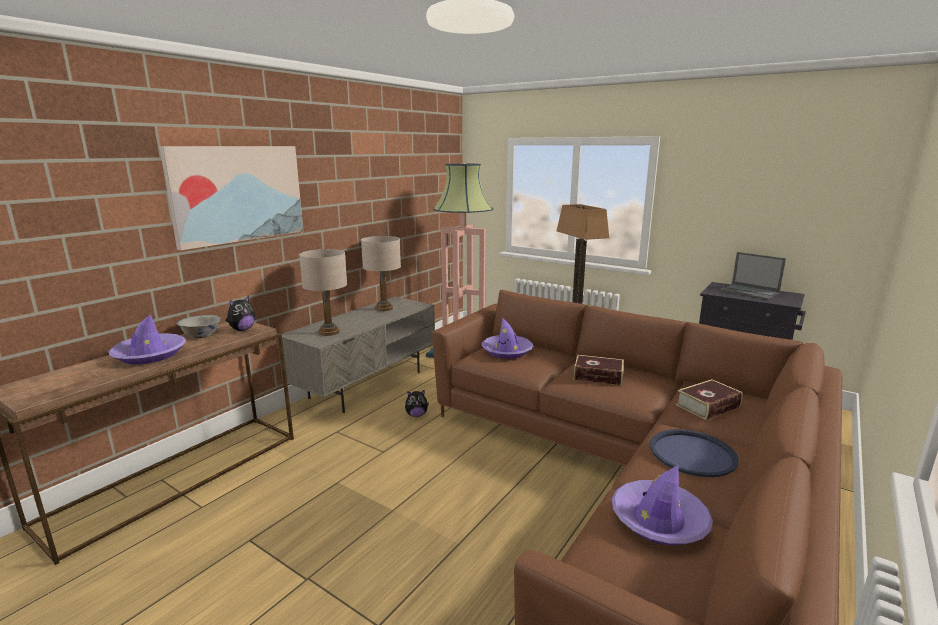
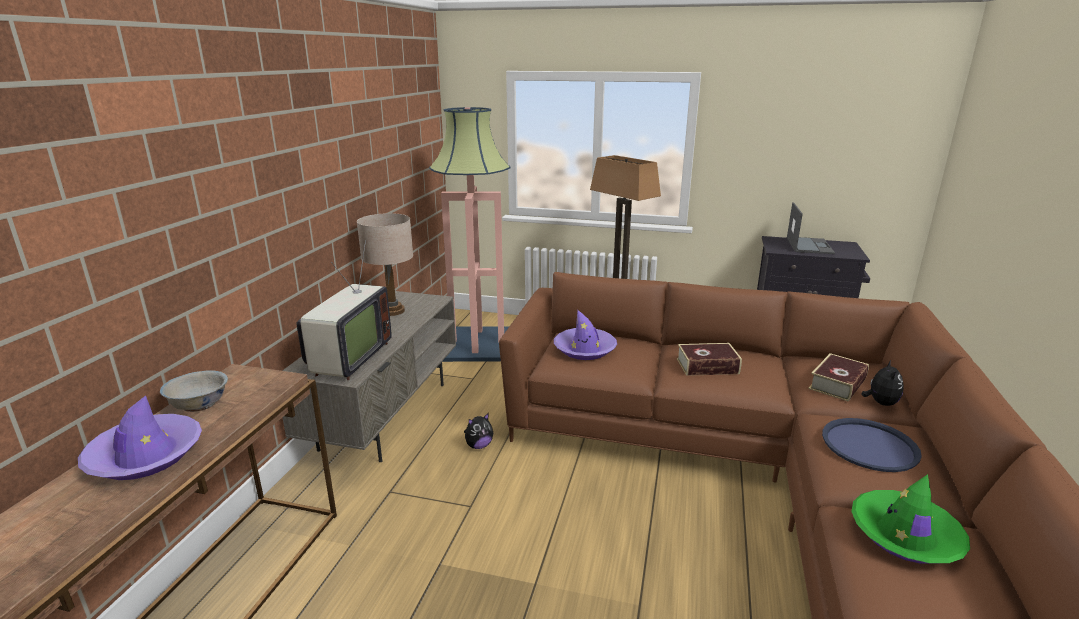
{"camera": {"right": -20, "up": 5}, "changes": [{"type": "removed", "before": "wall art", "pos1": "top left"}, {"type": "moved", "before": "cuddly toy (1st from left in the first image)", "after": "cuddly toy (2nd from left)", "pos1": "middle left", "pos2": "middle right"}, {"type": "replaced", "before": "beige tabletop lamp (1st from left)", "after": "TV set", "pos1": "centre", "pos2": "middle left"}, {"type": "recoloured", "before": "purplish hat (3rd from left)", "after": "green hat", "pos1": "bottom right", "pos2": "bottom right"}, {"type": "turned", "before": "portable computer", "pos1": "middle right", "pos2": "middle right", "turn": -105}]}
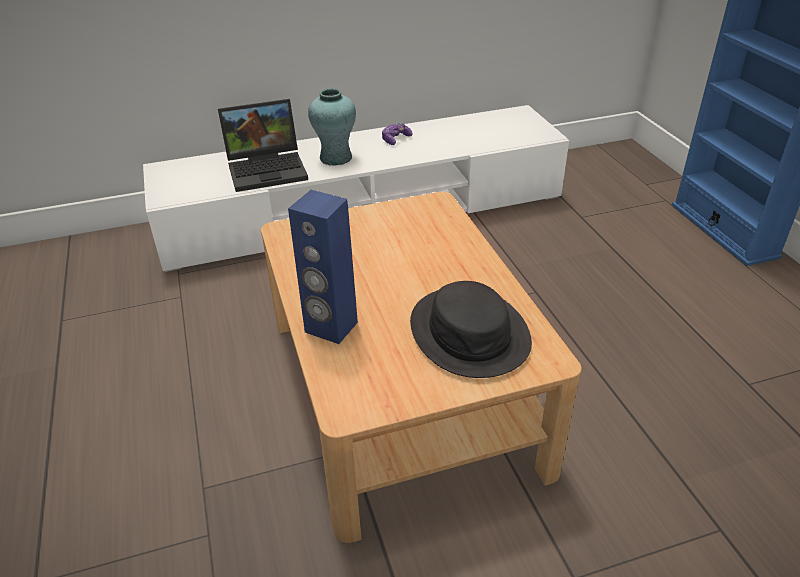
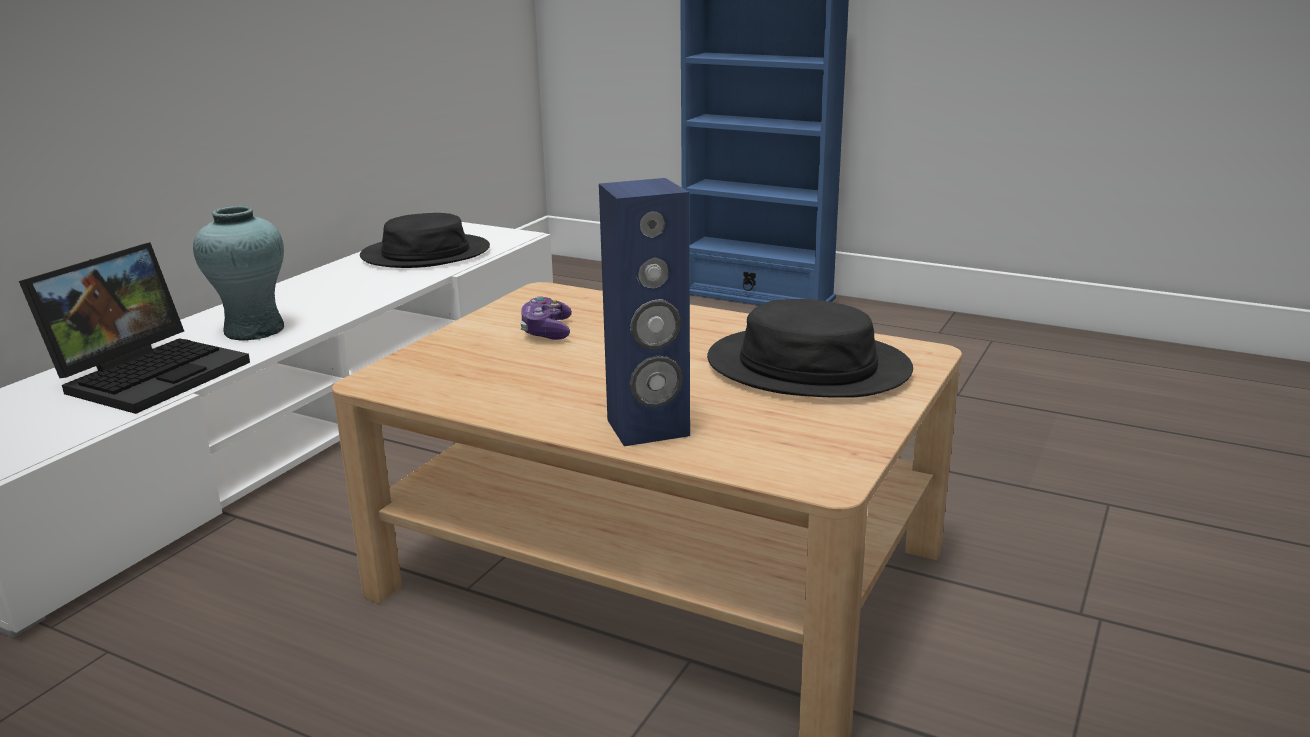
{"camera": {"right": -45, "up": -15}, "changes": [{"type": "moved", "before": "game controller", "pos1": "top centre", "pos2": "centre"}, {"type": "added", "after": "black hat (1st from left)", "pos2": "top left"}]}
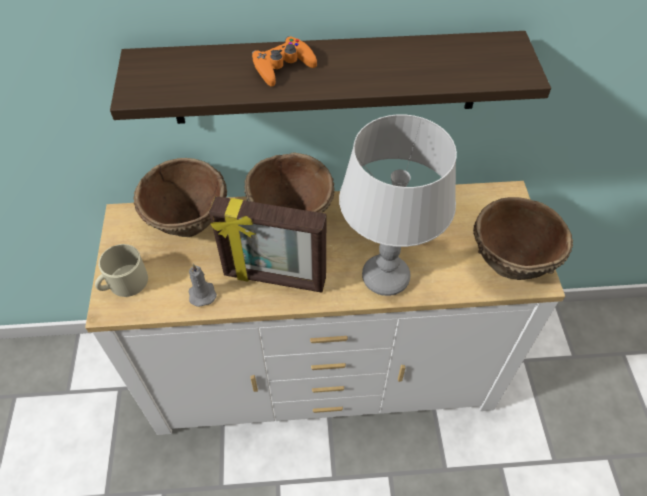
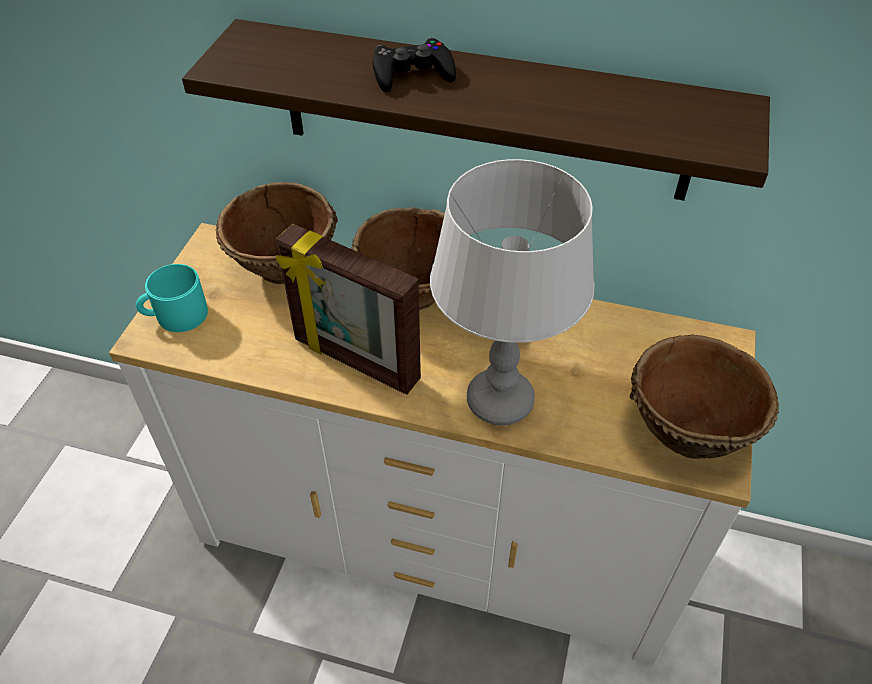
{"camera": {"right": 20, "up": -5}, "changes": [{"type": "recoloured", "before": "beige mug", "after": "turquoise mug", "pos1": "middle left", "pos2": "middle left"}, {"type": "removed", "before": "gray wax light", "pos1": "middle left"}, {"type": "recoloured", "before": "orange game controller", "after": "black game controller", "pos1": "top centre", "pos2": "top centre"}]}
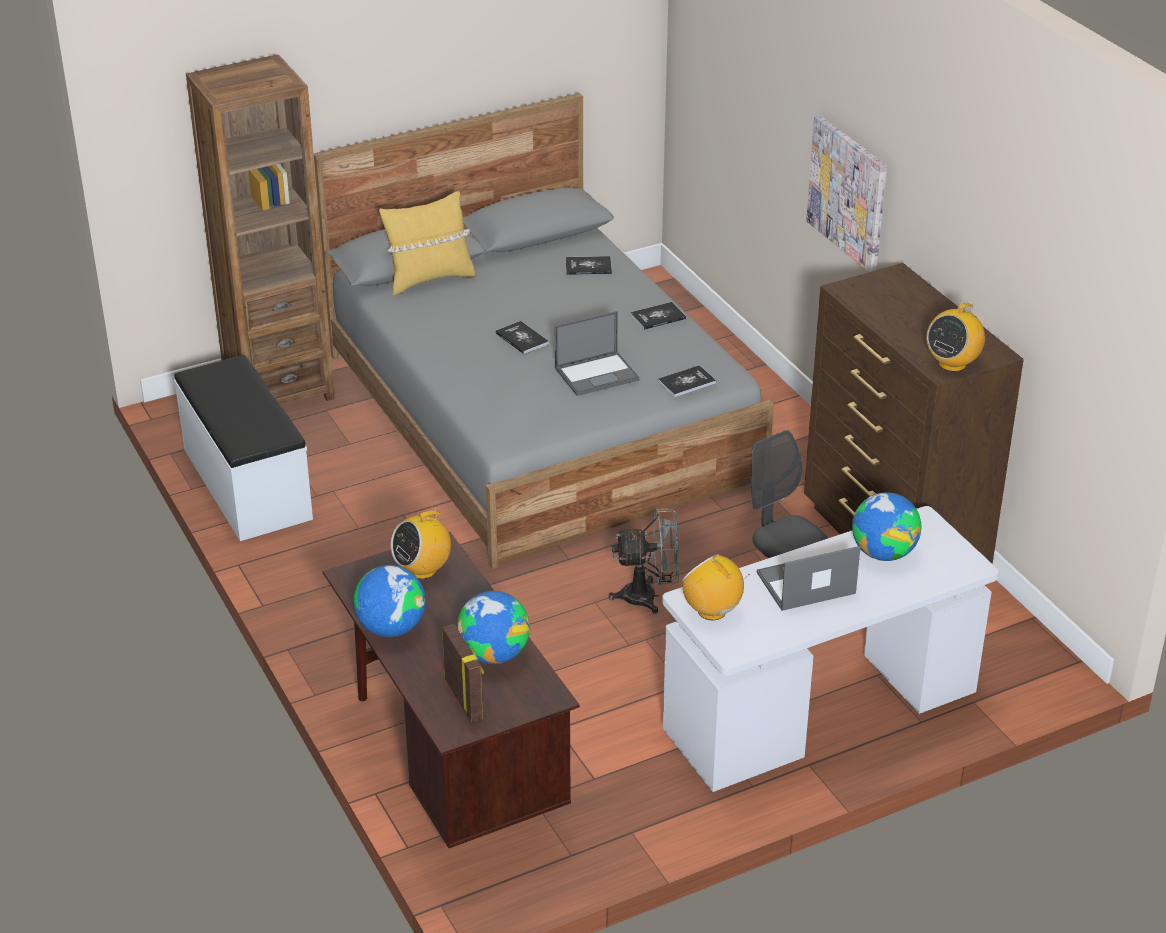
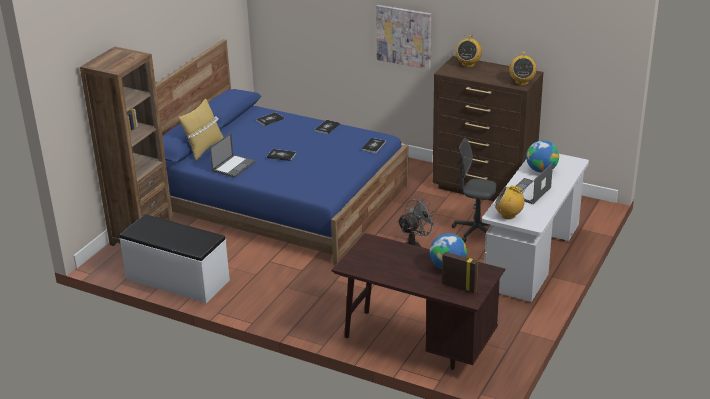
{"camera": {"right": -35, "up": -5}, "changes": [{"type": "recoloured", "before": "gray bedroom bed", "after": "blue-coloured bedroom bed", "pos1": "centre", "pos2": "centre"}, {"type": "removed", "before": "world globe (1st from left)", "pos1": "centre"}, {"type": "moved", "before": "radio set (1st from left)", "pos1": "centre", "pos2": "top centre"}, {"type": "moved", "before": "portable computer (1st from left)", "pos1": "centre", "pos2": "middle left"}]}
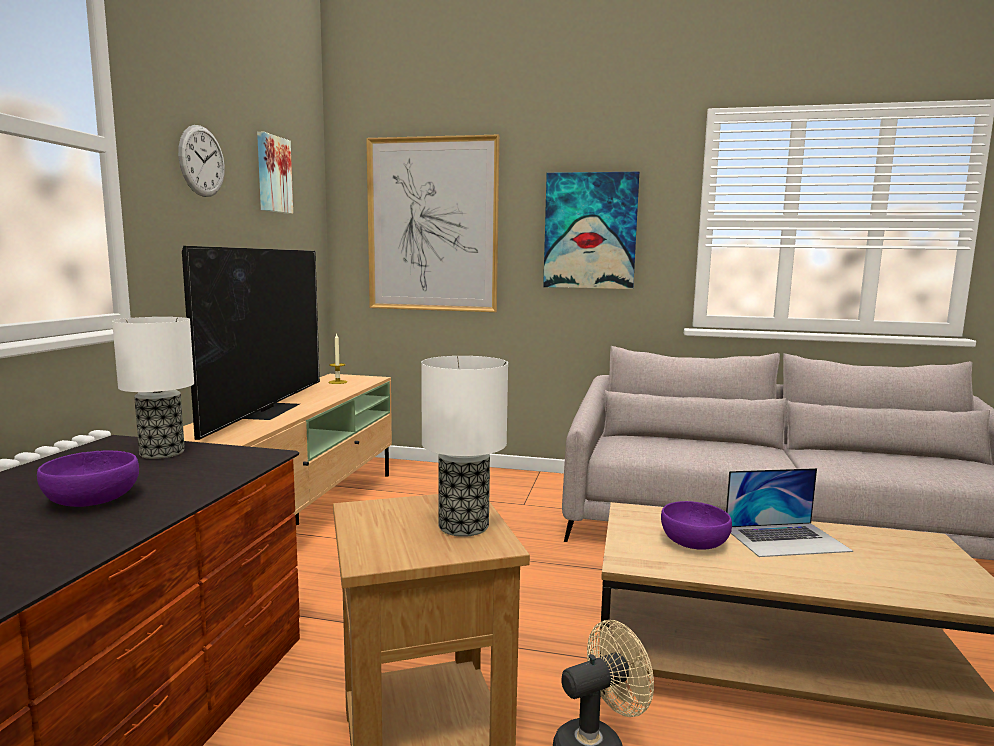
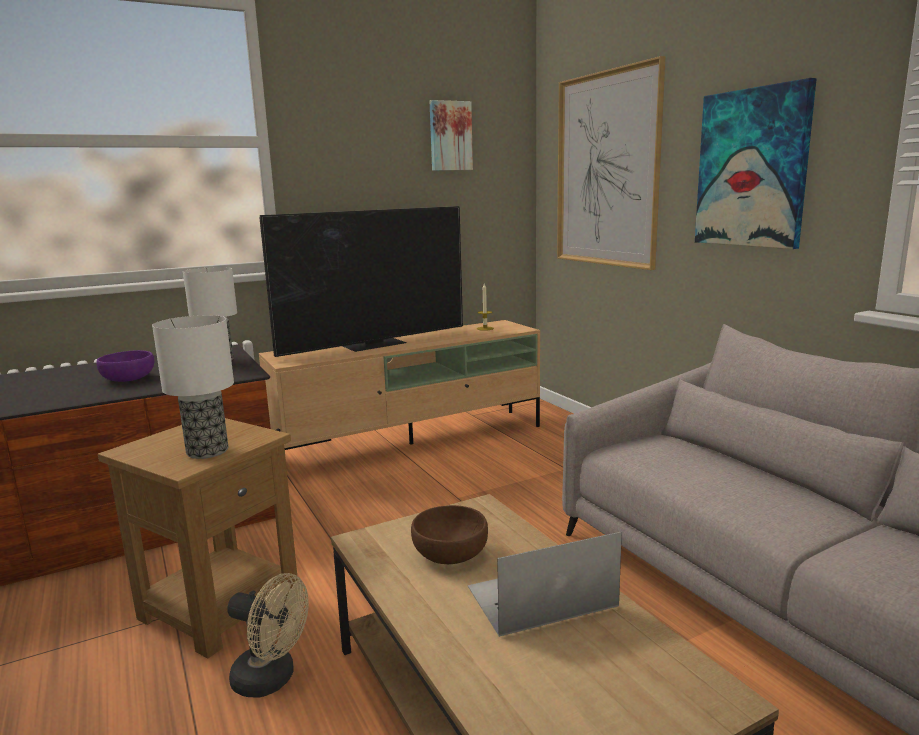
{"camera": {"right": 50, "up": 5}, "changes": [{"type": "removed", "before": "clock on the wall", "pos1": "top left"}, {"type": "recoloured", "before": "purplish serving bowl (2nd from left)", "after": "brownish serving bowl", "pos1": "bottom right", "pos2": "bottom centre"}, {"type": "turned", "before": "portable computer", "pos1": "bottom right", "pos2": "bottom centre", "turn": 120}]}
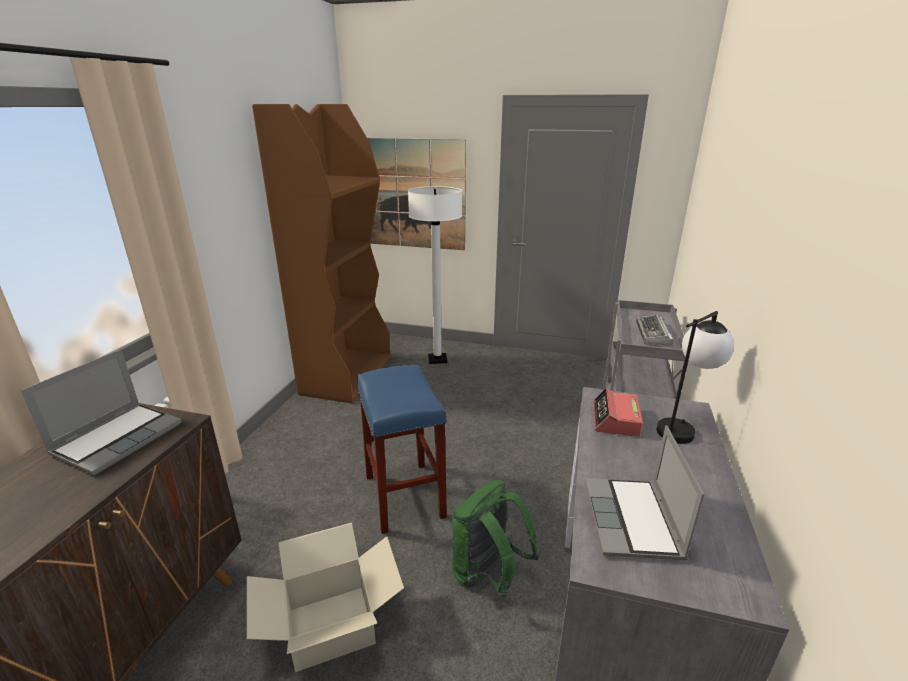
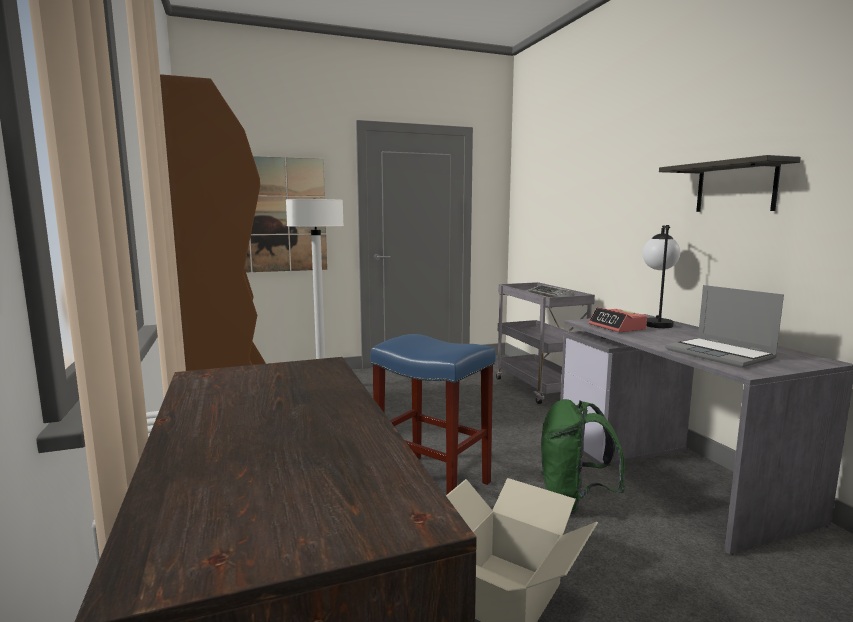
{"camera": {"right": -35, "up": -15}, "changes": [{"type": "removed", "before": "portable computer (1st from left)", "pos1": "middle left"}, {"type": "added", "after": "wall shelf", "pos2": "top right"}]}
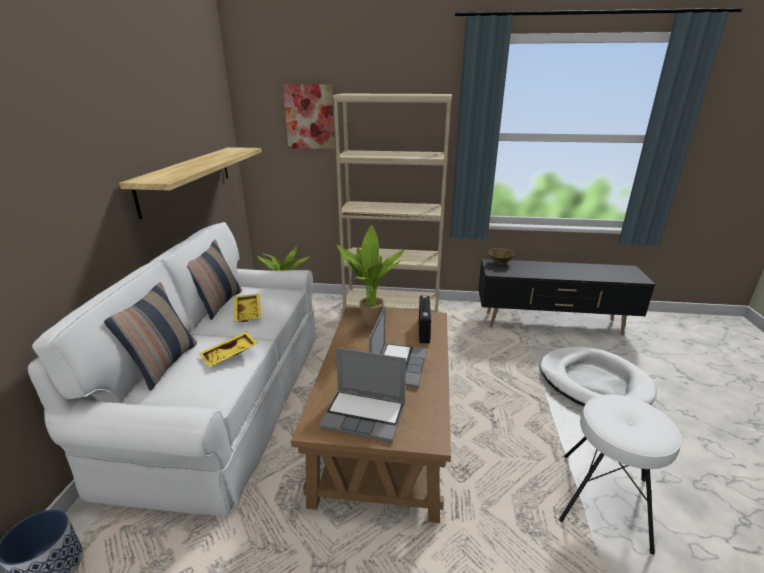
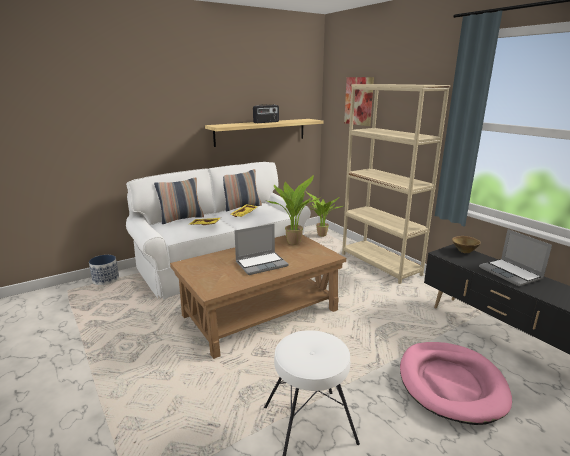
{"camera": {"right": 50, "up": -5}, "changes": [{"type": "moved", "before": "portable computer (1st from left in the first image)", "after": "portable computer (2nd from left)", "pos1": "bottom centre", "pos2": "middle right"}, {"type": "moved", "before": "radio set", "pos1": "centre", "pos2": "top centre"}, {"type": "recoloured", "before": "white-coloured pet bed", "after": "pinkish pet bed", "pos1": "middle right", "pos2": "bottom right"}]}
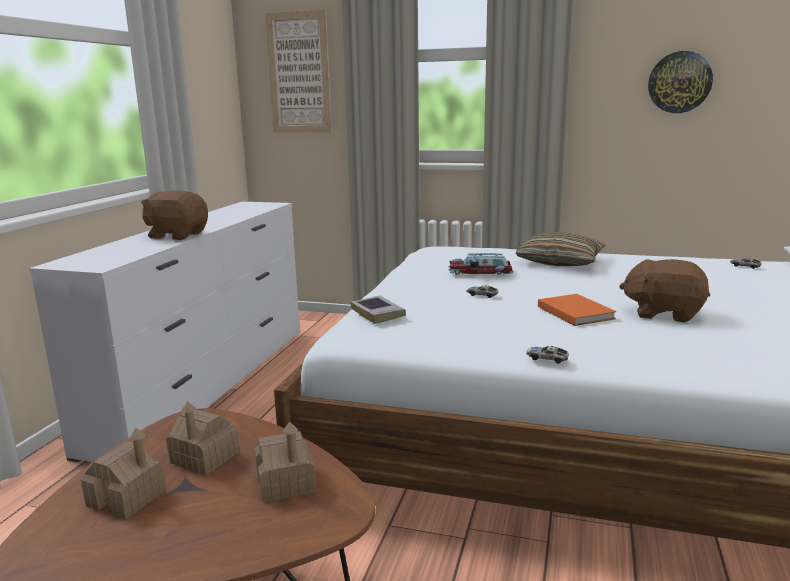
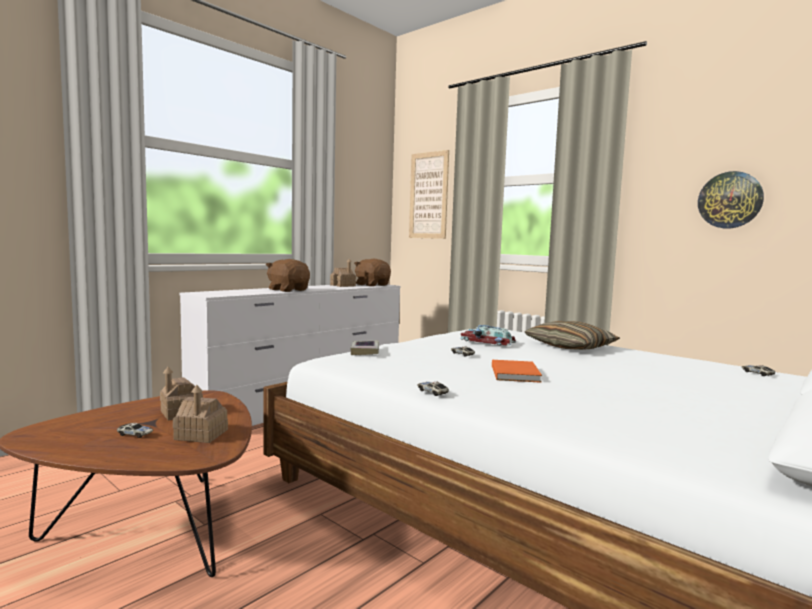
{"camera": {"right": 25, "up": -10}, "changes": [{"type": "moved", "before": "model house (1st from left in the first image)", "after": "model house (3rd from left)", "pos1": "bottom left", "pos2": "centre"}, {"type": "moved", "before": "brownish cuddly toy (2nd from left)", "pos1": "middle right", "pos2": "centre"}, {"type": "added", "after": "miniature car (1st from left)", "pos2": "bottom left"}]}
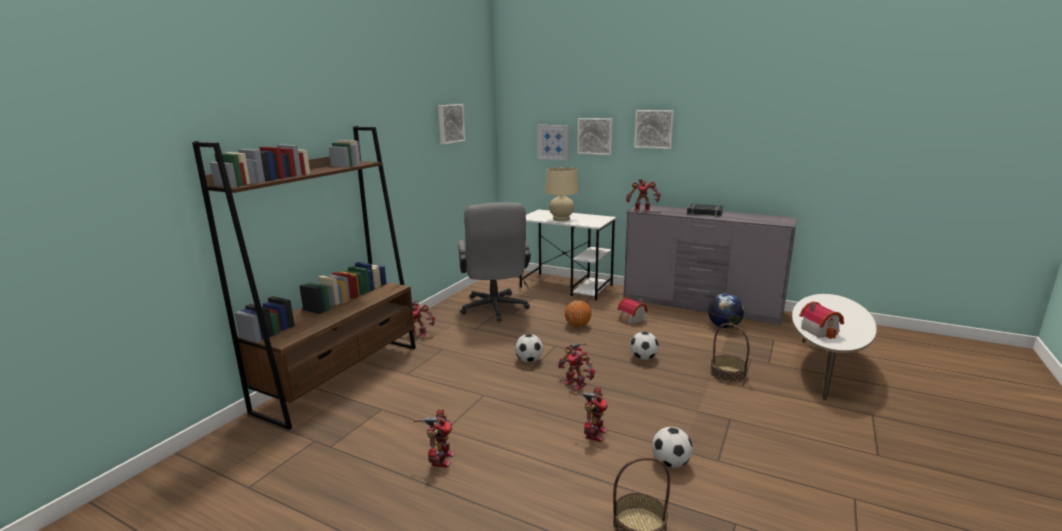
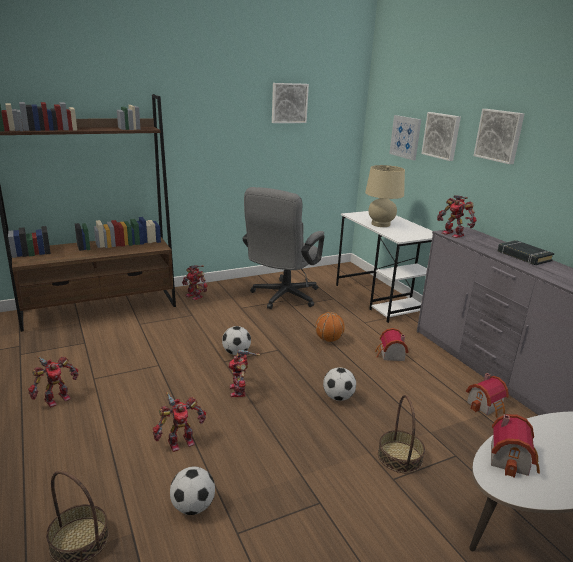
{"camera": {"right": 35, "up": 5}, "changes": [{"type": "replaced", "before": "world globe", "after": "model house (2nd from left)", "pos1": "middle right", "pos2": "bottom right"}]}
